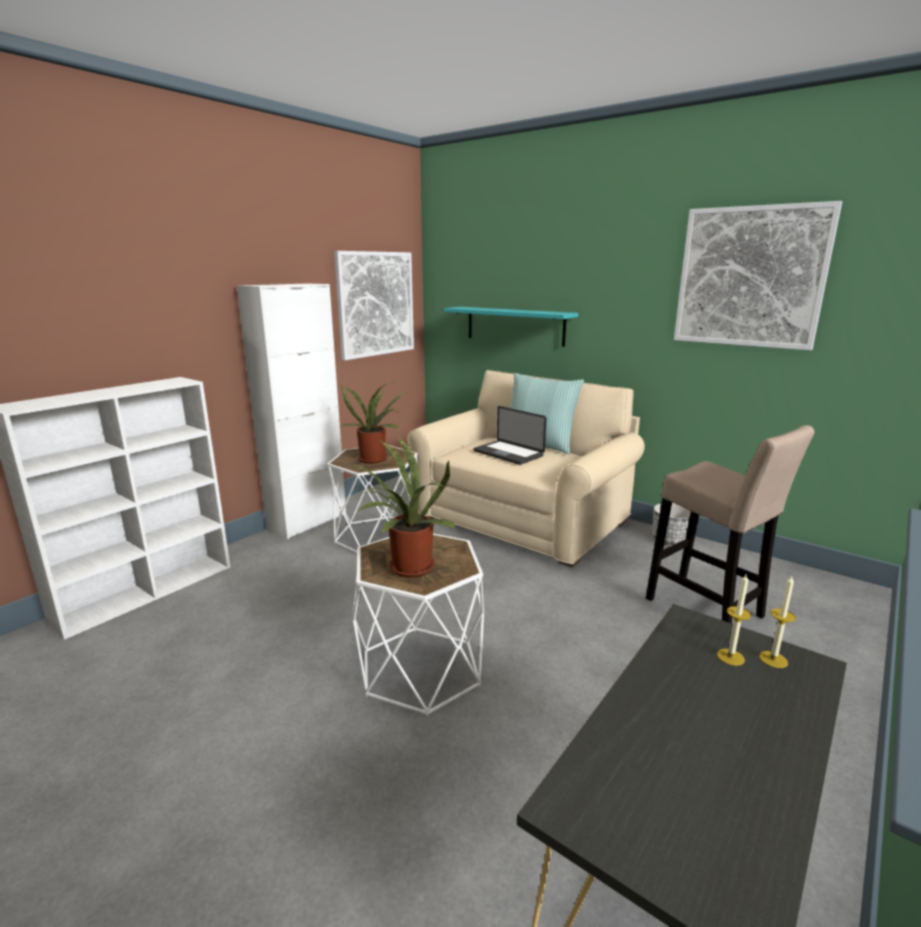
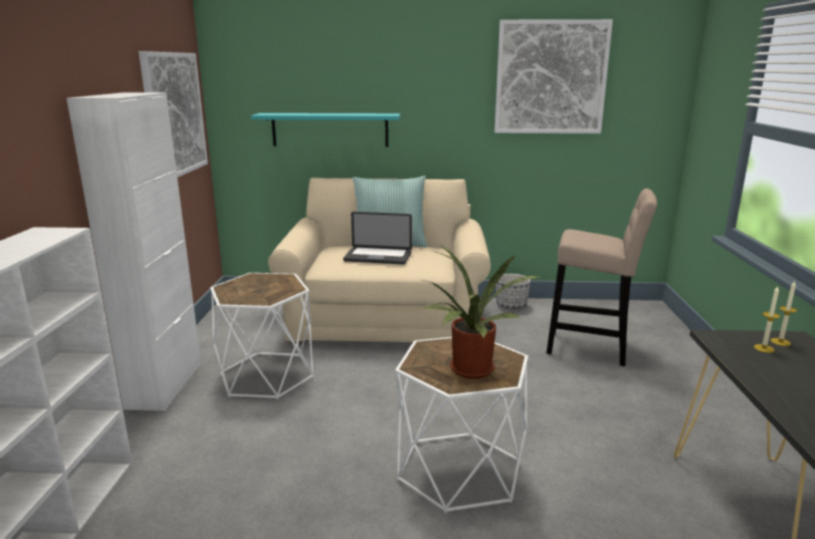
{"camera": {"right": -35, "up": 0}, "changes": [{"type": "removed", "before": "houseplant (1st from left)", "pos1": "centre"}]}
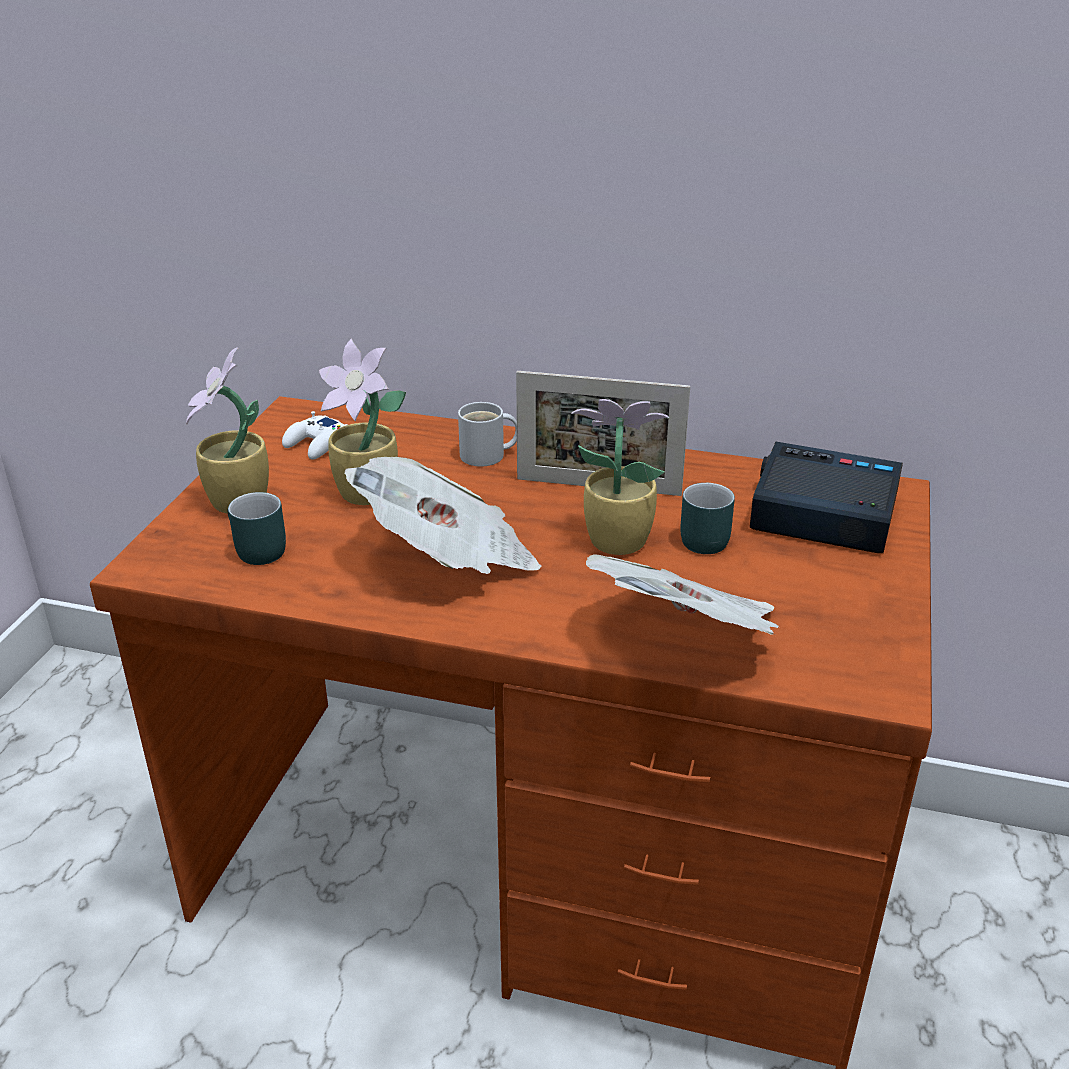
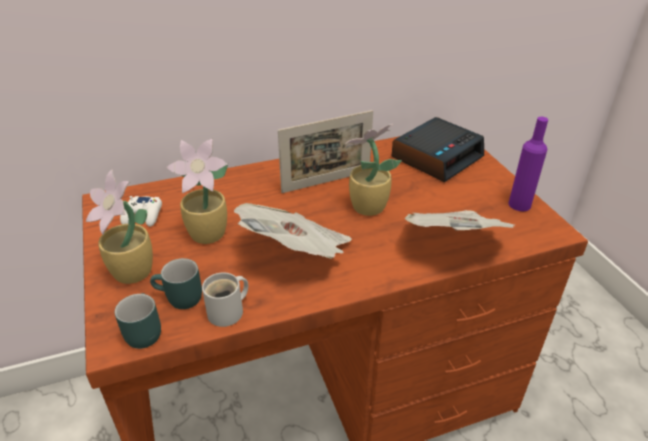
{"camera": {"right": -35, "up": 5}, "changes": [{"type": "moved", "before": "white-coloured mug", "pos1": "centre", "pos2": "bottom centre"}, {"type": "moved", "before": "turquoise mug (2nd from left in the first image)", "after": "turquoise mug (1st from left)", "pos1": "centre", "pos2": "bottom left"}, {"type": "turned", "before": "bedside clock", "pos1": "middle right", "pos2": "middle right", "turn": 150}, {"type": "added", "after": "purplish drink bottle", "pos2": "middle right"}]}
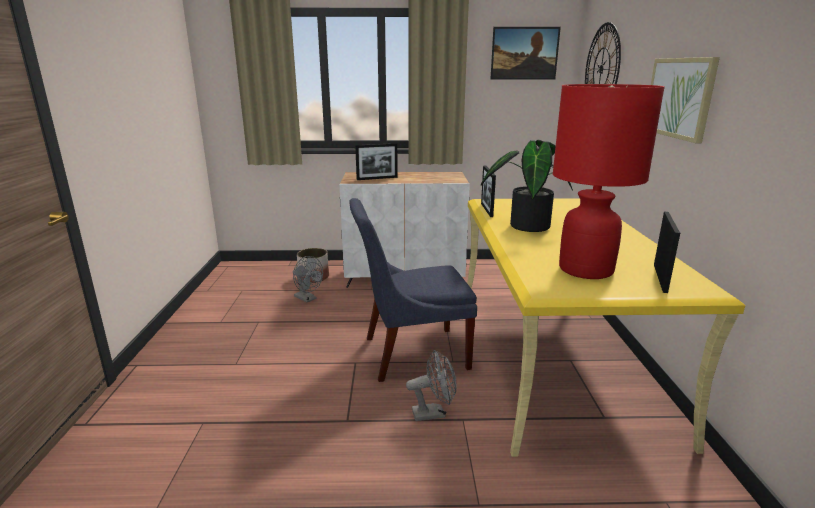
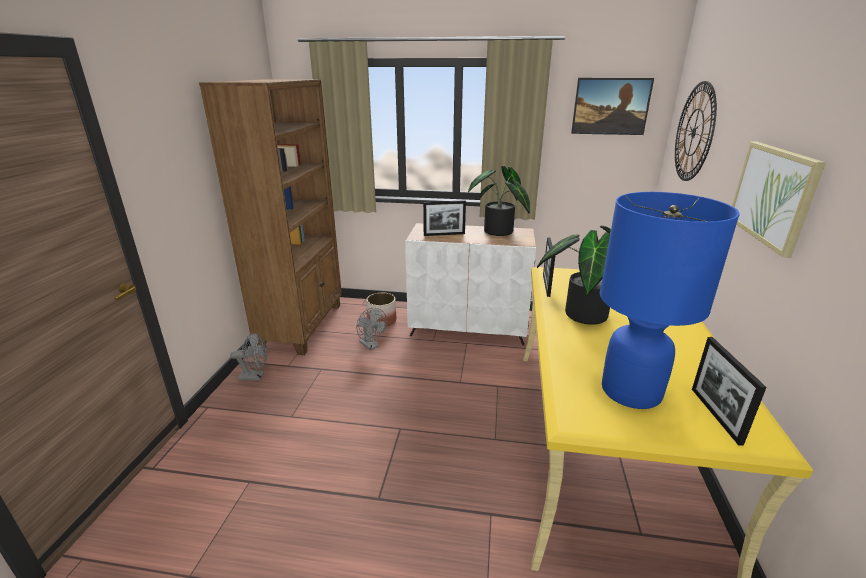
{"camera": {"right": 10, "up": 5}, "changes": [{"type": "removed", "before": "blue-coloured chair", "pos1": "centre"}, {"type": "moved", "before": "gray fan (2nd from left in the first image)", "after": "gray fan (1st from left)", "pos1": "bottom centre", "pos2": "middle left"}, {"type": "recoloured", "before": "red tabletop lamp", "after": "blue-coloured tabletop lamp", "pos1": "middle right", "pos2": "middle right"}, {"type": "turned", "before": "standing frame (3rd from left)", "pos1": "middle right", "pos2": "bottom right", "turn": 150}, {"type": "added", "after": "brownish shelving unit", "pos2": "middle left"}, {"type": "added", "after": "houseplant (1st from left)", "pos2": "centre"}]}
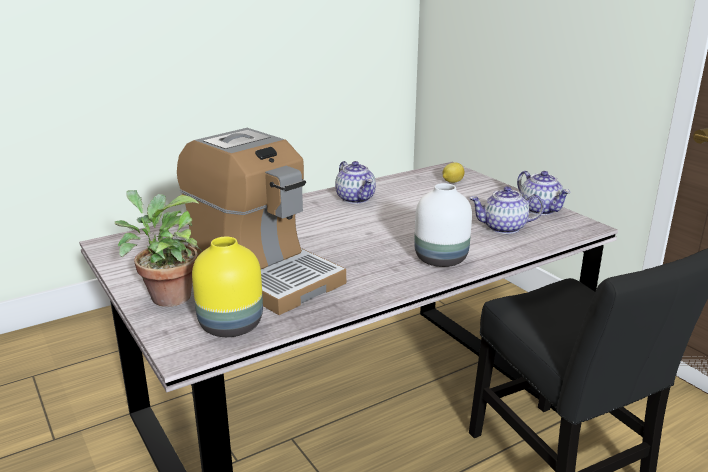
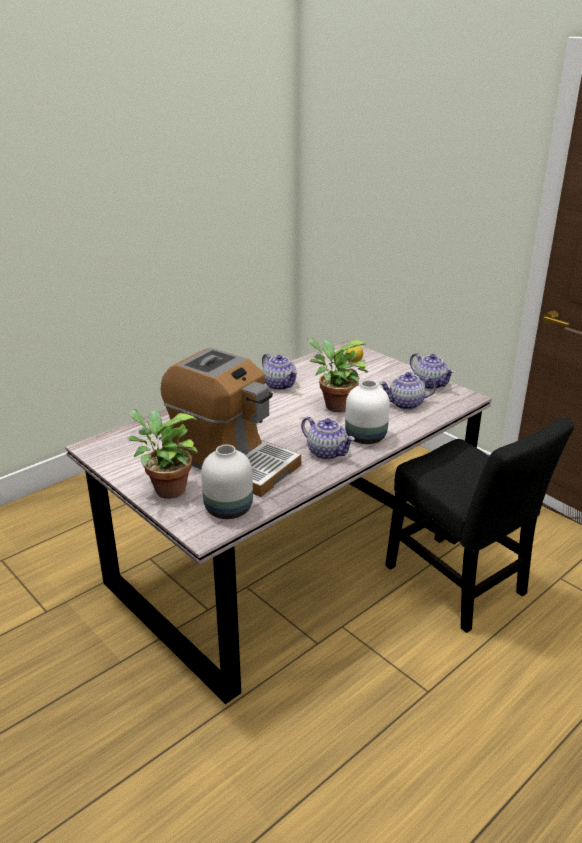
{"camera": {"right": -10, "up": 5}, "changes": [{"type": "recoloured", "before": "yellowish flower vase", "after": "white-coloured flower vase (1st from left)", "pos1": "middle left", "pos2": "centre"}, {"type": "added", "after": "teapot (2nd from left)", "pos2": "centre"}, {"type": "added", "after": "houseplant (2nd from left)", "pos2": "centre"}]}
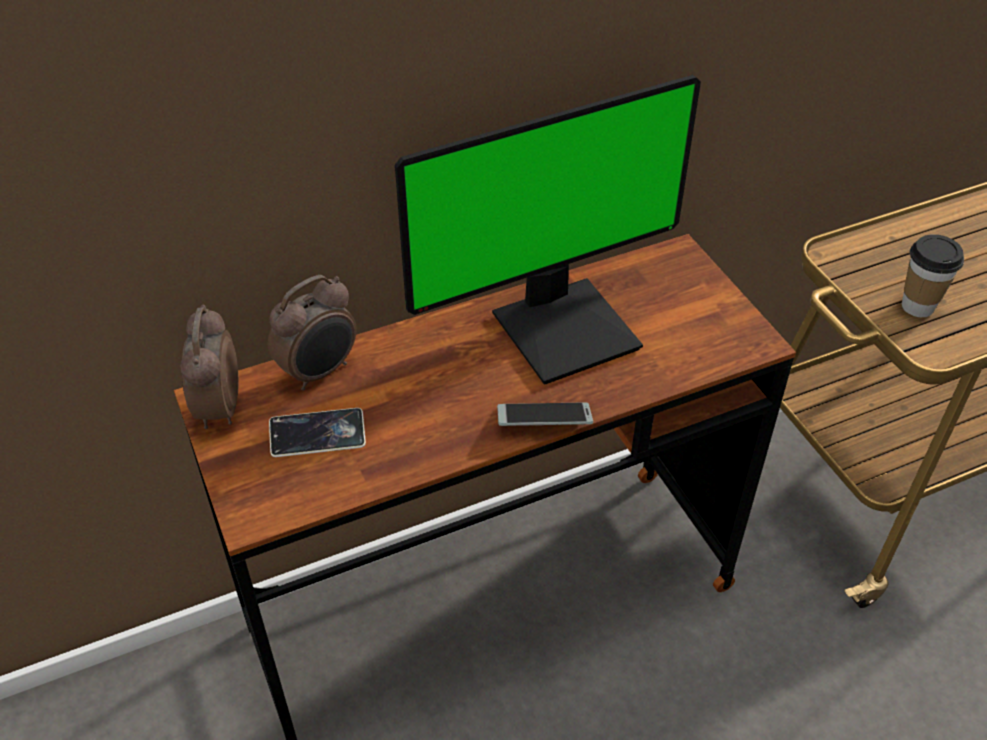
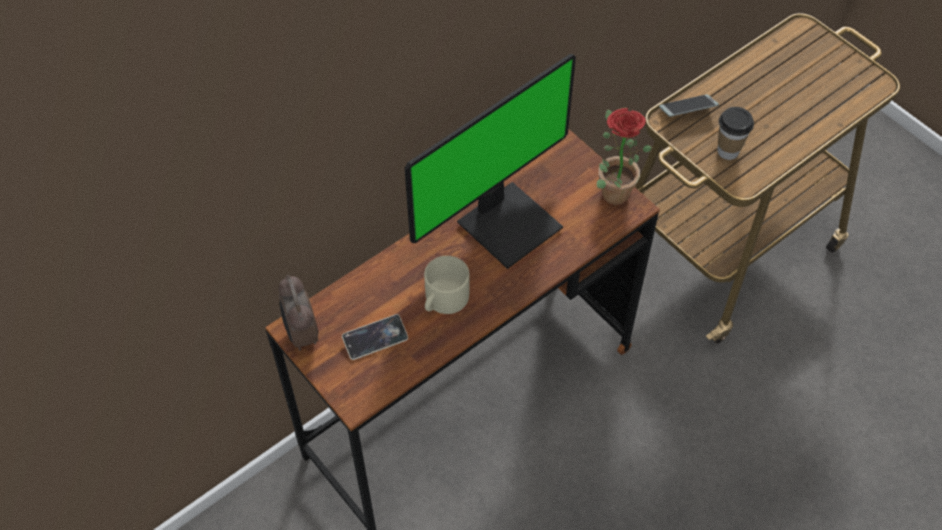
{"camera": {"right": -15, "up": 10}, "changes": [{"type": "removed", "before": "bedside clock (2nd from left)", "pos1": "middle left"}, {"type": "moved", "before": "phone (2nd from left)", "pos1": "centre", "pos2": "top right"}, {"type": "added", "after": "beige mug", "pos2": "centre"}, {"type": "added", "after": "houseplant", "pos2": "top centre"}]}
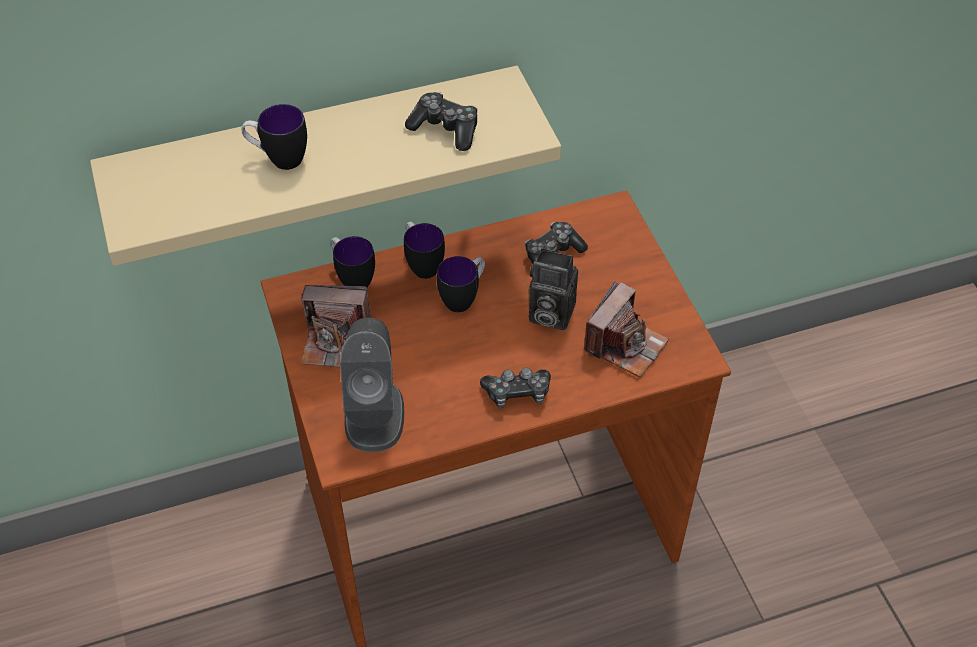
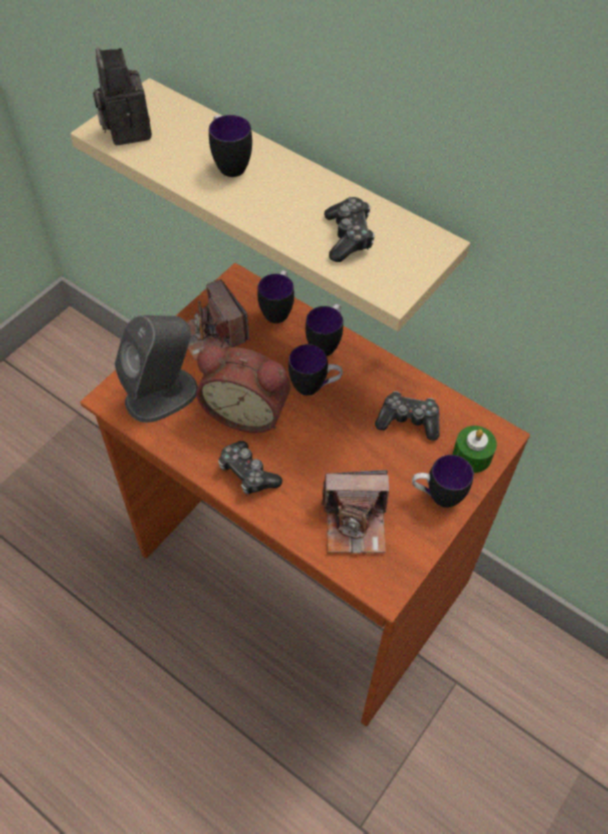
{"camera": {"right": 55, "up": 5}, "changes": [{"type": "moved", "before": "photo camera (2nd from left in the first image)", "after": "photo camera (1st from left)", "pos1": "centre", "pos2": "top left"}, {"type": "added", "after": "bedside clock", "pos2": "centre"}, {"type": "added", "after": "mug (5th from left)", "pos2": "middle right"}, {"type": "added", "after": "green wax light", "pos2": "middle right"}]}
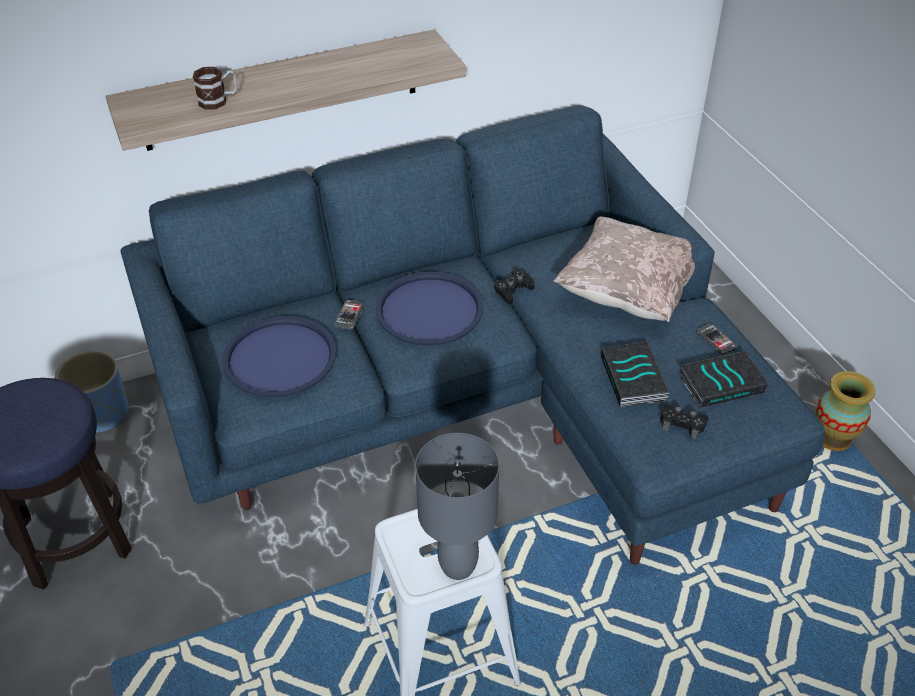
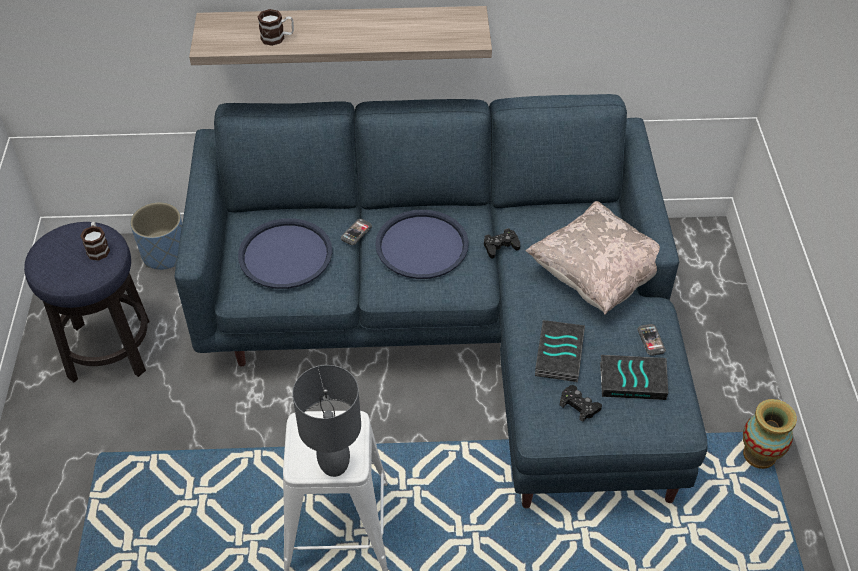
{"camera": {"right": 20, "up": 5}, "changes": [{"type": "added", "after": "mug (1st from left)", "pos2": "middle left"}]}
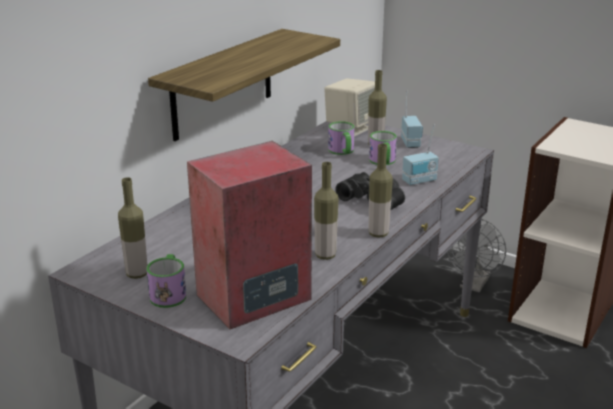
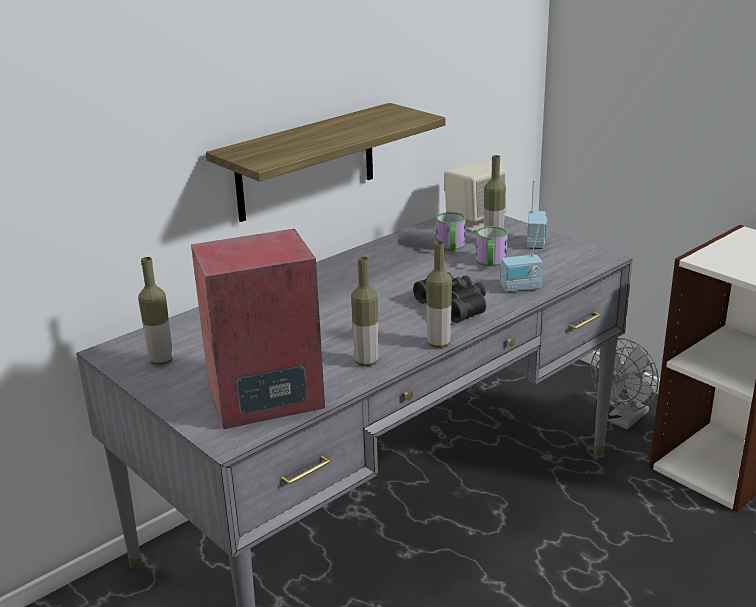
{"camera": {"right": 15, "up": 0}, "changes": [{"type": "removed", "before": "mug (1st from left)", "pos1": "bottom left"}]}
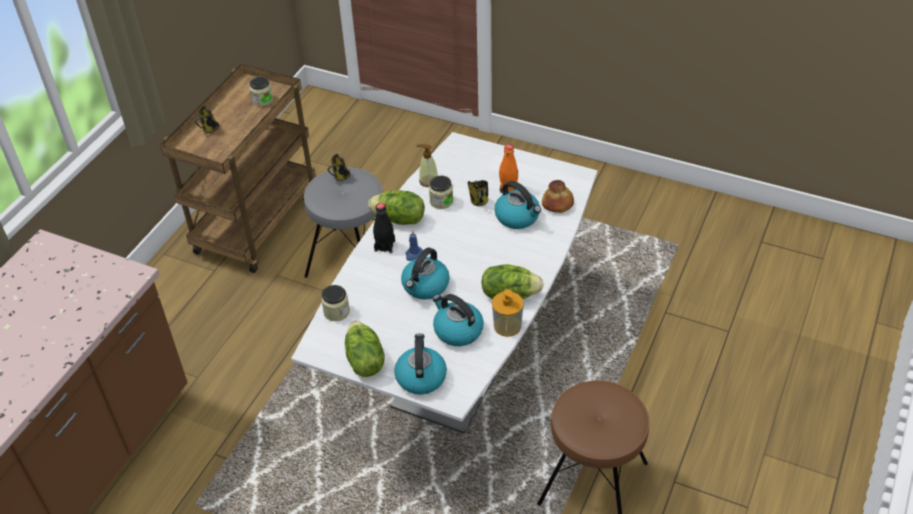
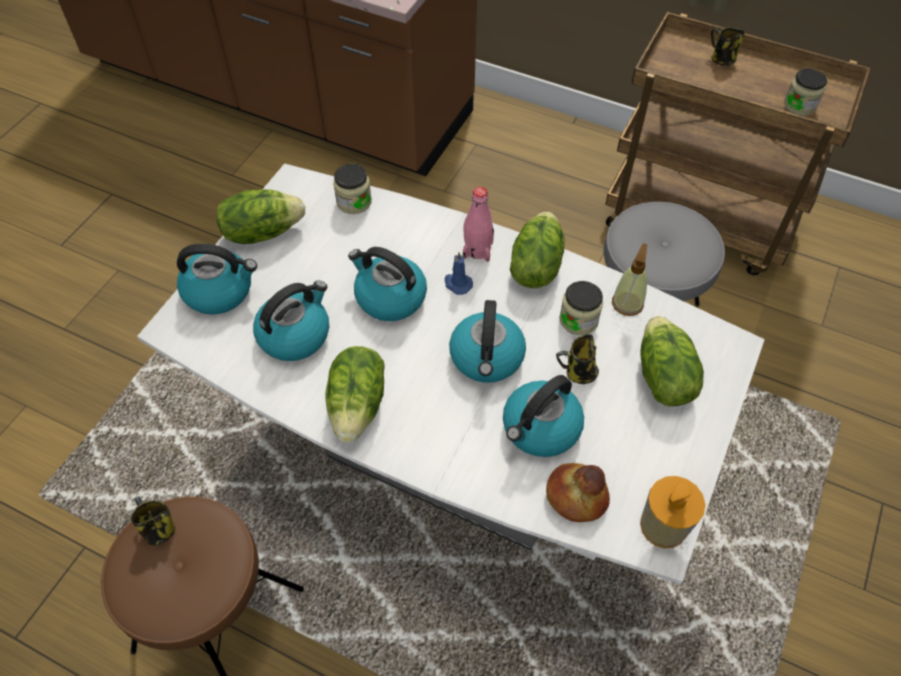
{"camera": {"right": 90, "up": 10}, "changes": [{"type": "moved", "before": "mug (2nd from left in the first image)", "after": "mug (1st from left)", "pos1": "top centre", "pos2": "bottom left"}, {"type": "recoloured", "before": "black drink bottle", "after": "pinkish drink bottle", "pos1": "centre", "pos2": "top centre"}, {"type": "moved", "before": "liquid soap bottle (2nd from left)", "pos1": "centre", "pos2": "bottom right"}, {"type": "removed", "before": "orange drink bottle", "pos1": "top centre"}, {"type": "added", "after": "water kettle (4th from left)", "pos2": "centre"}, {"type": "added", "after": "head of lettuce (4th from left)", "pos2": "middle right"}]}
